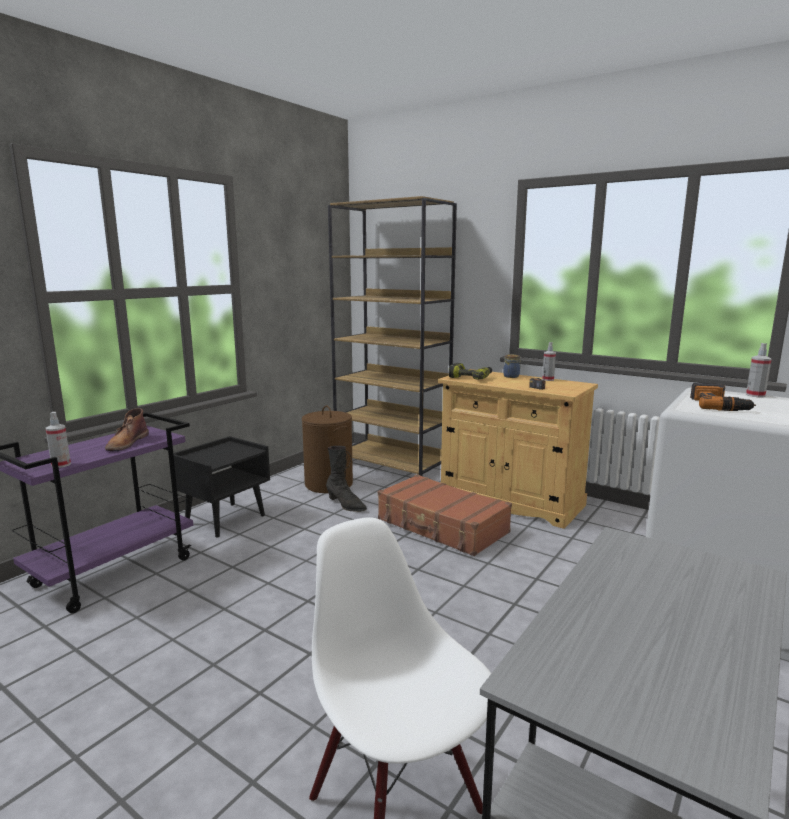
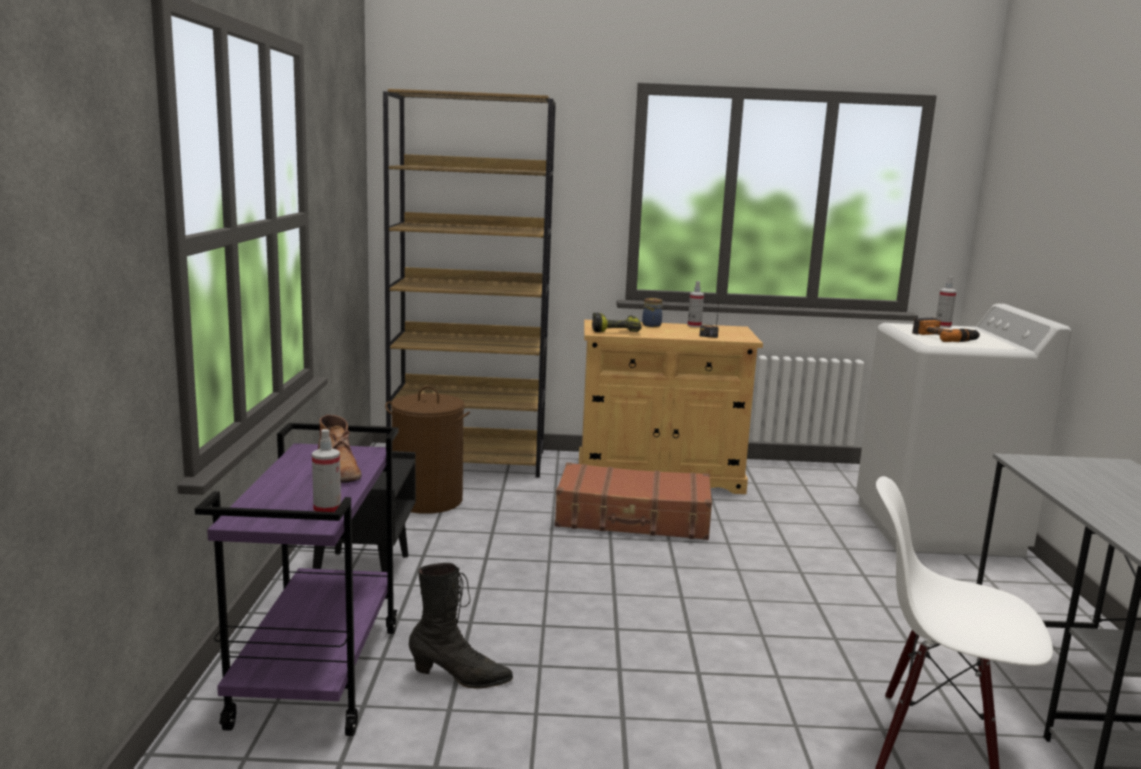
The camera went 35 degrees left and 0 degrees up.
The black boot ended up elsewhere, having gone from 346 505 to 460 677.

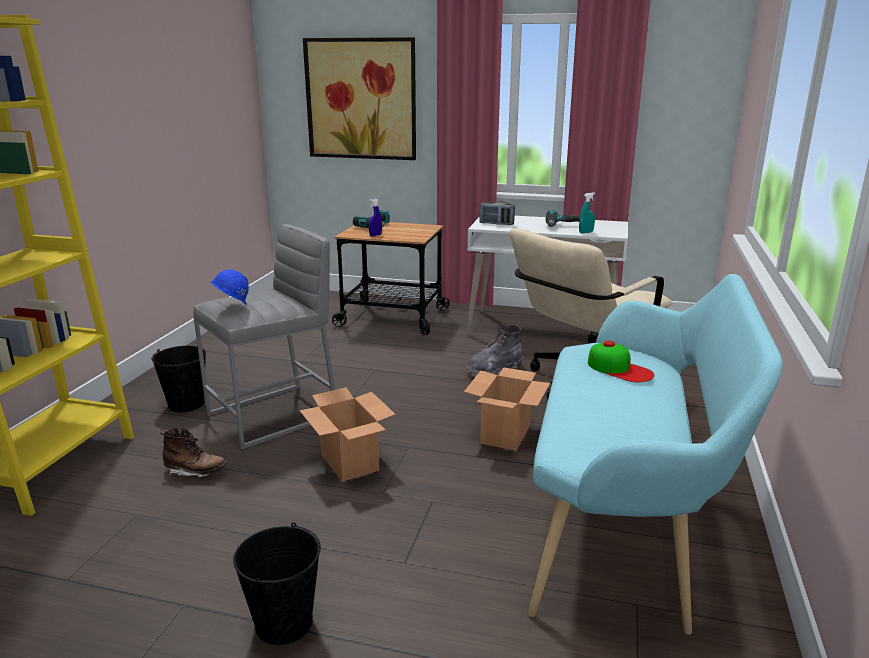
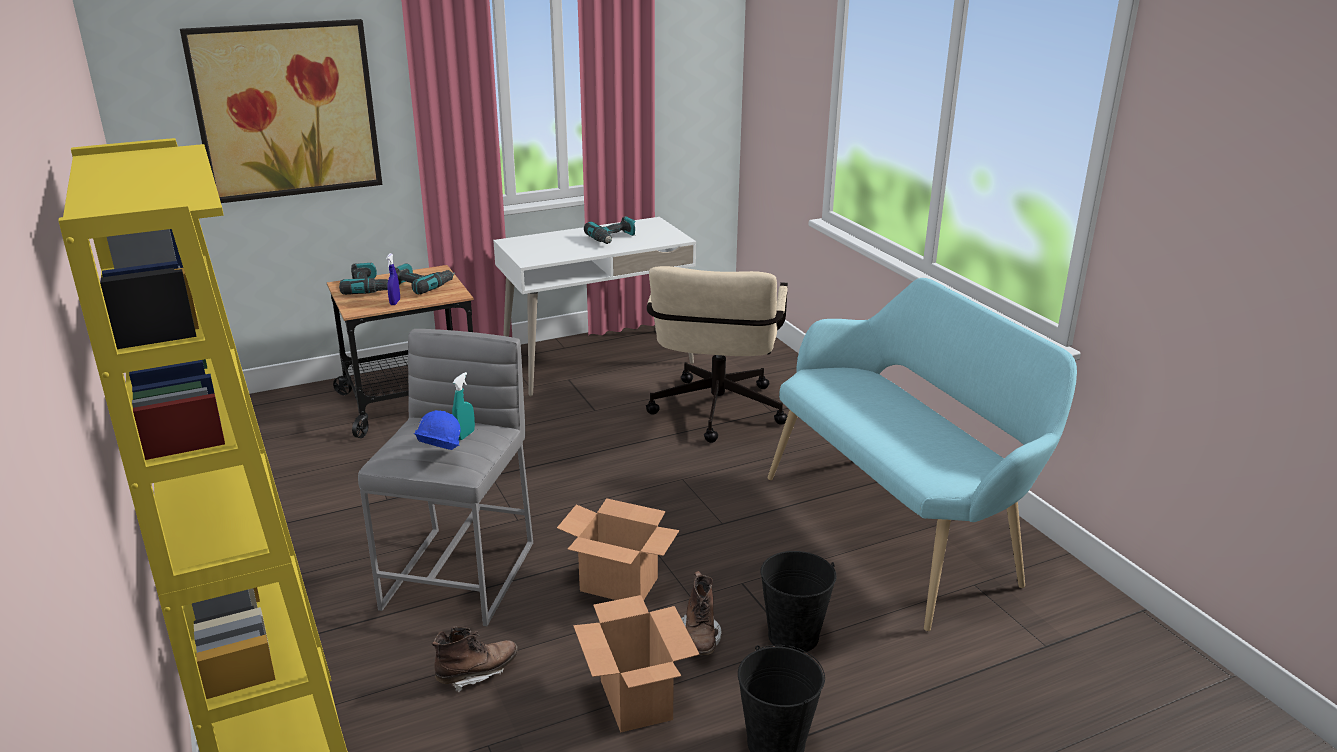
The camera went 40 degrees left and 5 degrees up.
The black bucket ended up elsewhere, having gone from 186 404 to 793 635.
The cardboard box ended up elsewhere, having gone from 505 434 to 635 699.
The second view lost the grey boot at 494 369.
The second view lost the radio at 496 224.
The turquoise spray bottle ended up elsewhere, having gone from 586 232 to 465 435.
The second view lost the cap at 620 369.
The second view gained the power drill at 422 285.
The second view gained the brown boot at 700 638.

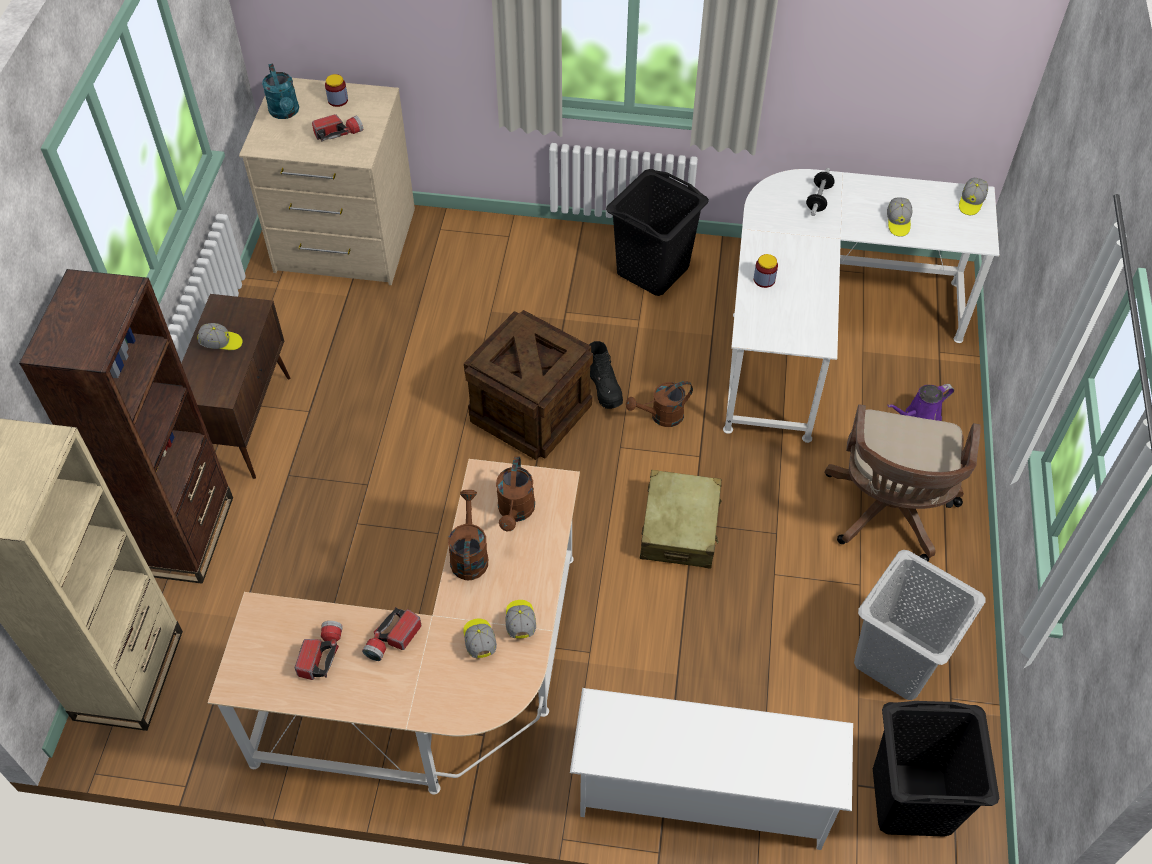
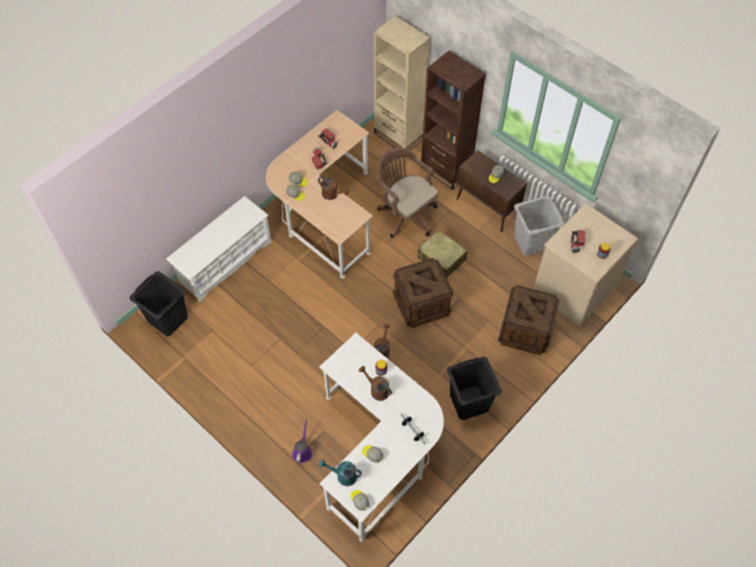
The camera went 125 degrees right and 5 degrees up.
The turquoise watering can ended up elsewhere, having gone from 285 112 to 343 476.
The brown watering can ended up elsewhere, having gone from 515 512 to 376 390.
The second view lost the black boot at 604 388.
The beige suitcase ended up elsewhere, having gone from 679 528 to 441 258.
The brown office chair ended up elsewhere, having gone from 888 513 to 405 214.
The grey laundry basket ended up elsewhere, having gone from 897 658 to 532 242.
The second view gained the crate at 525 331.

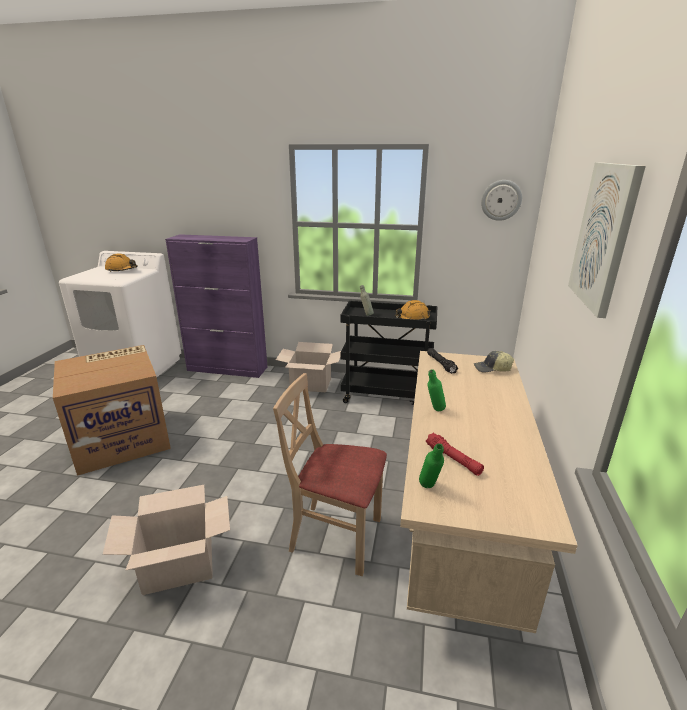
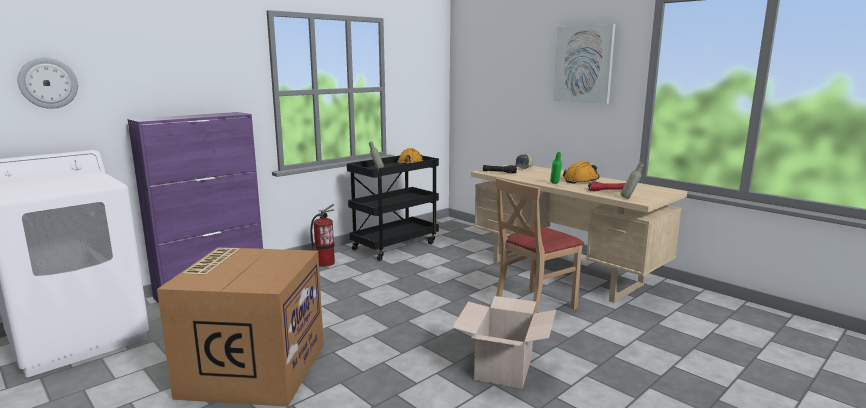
The camera went 55 degrees left and 10 degrees down.
The orange hard hat ended up elsewhere, having gone from 122 270 to 581 180.
Where the cardboard box stood at 311 384, the fire extinguisher came to stand at 324 263.
What was the green bottle at 429 489 turned into the grey bottle at 630 198.
The wall clock ended up elsewhere, having gone from 501 200 to 48 83.

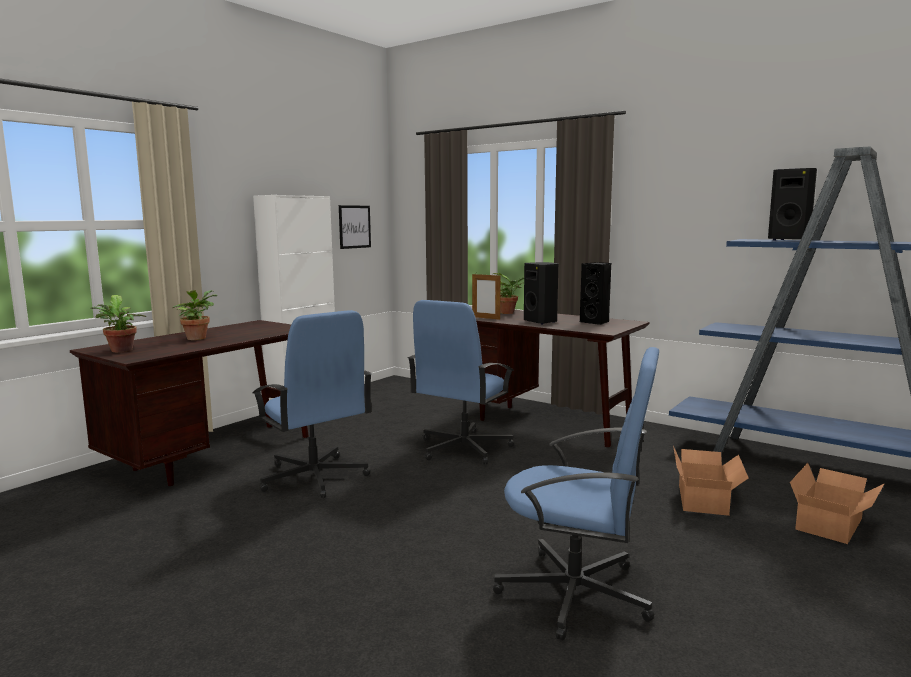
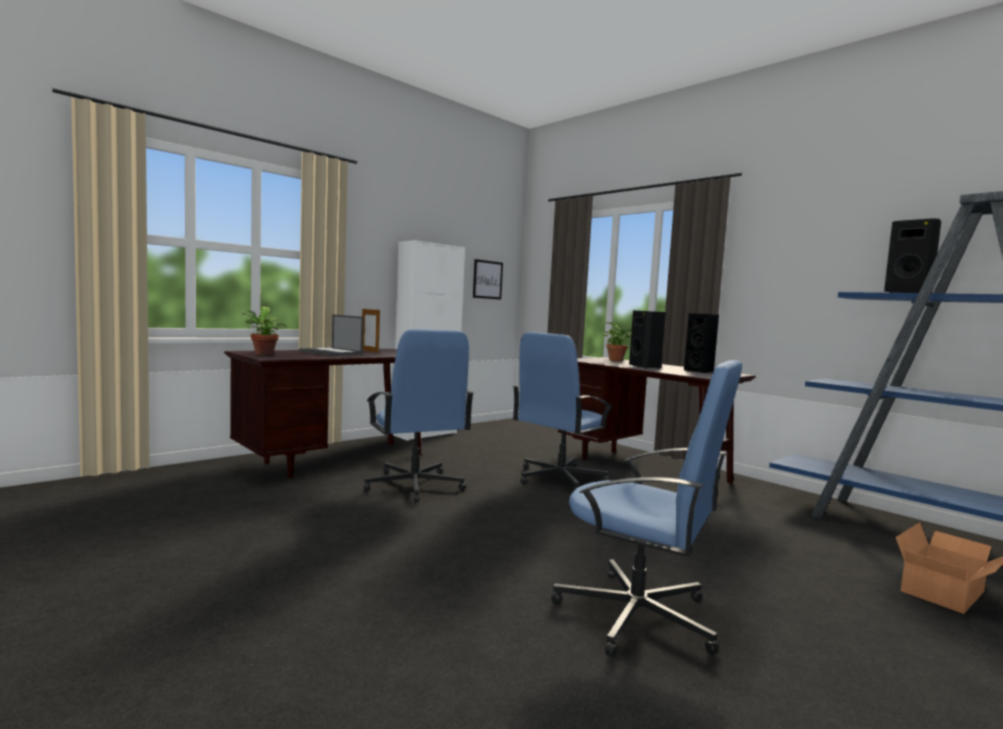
The camera went 10 degrees right and 5 degrees down.
Where the potted plant stood at 197 338, the laptop came to stand at 331 353.
The picture frame ended up elsewhere, having gone from 486 318 to 369 351.
The second view lost the cardboard box at 705 499.

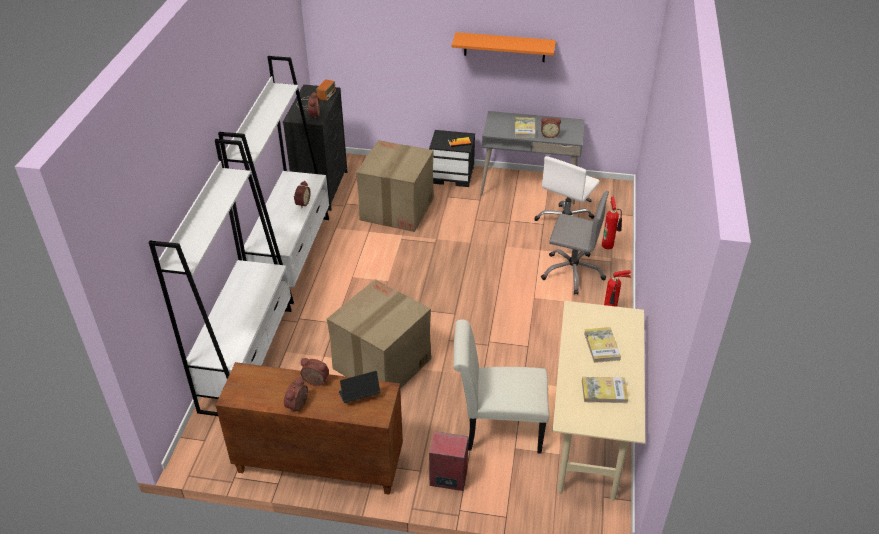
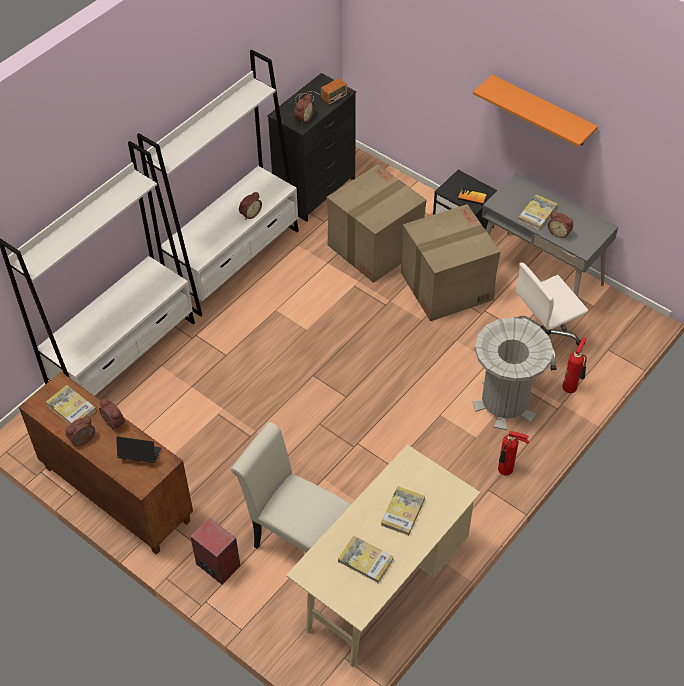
The camera went 30 degrees right and 10 degrees up.
The cardboard box ended up elsewhere, having gone from 381 364 to 446 286.
Where the grey office chair stood at 572 272, the grey trash can came to stand at 504 403.
The second view gained the book at 71 408.

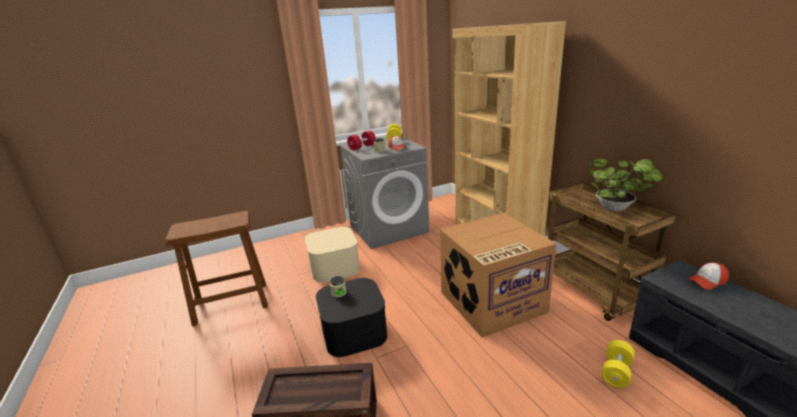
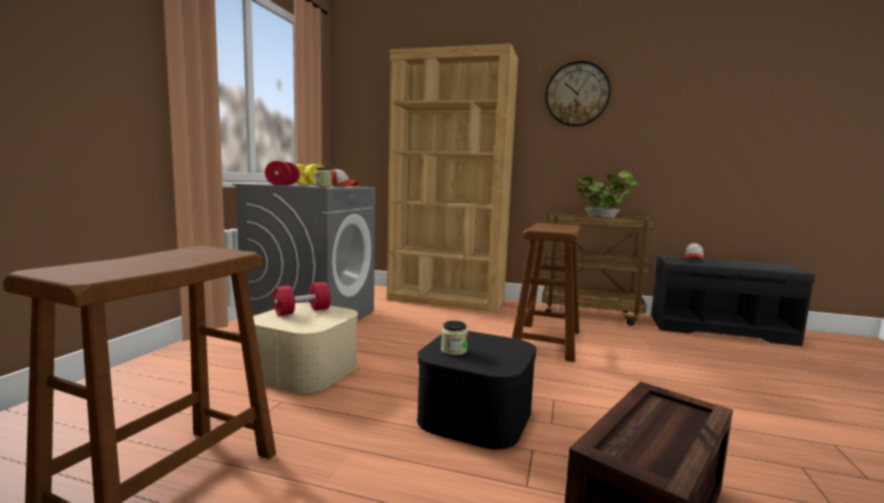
The camera went 50 degrees left and 15 degrees down.
Where the cardboard box stood at 492 303, the brown stool came to stand at 546 341.
The second view lost the yellow dumbbell at 616 372.
The second view gained the red dumbbell at 302 311.
The second view gained the wall clock at 577 94.

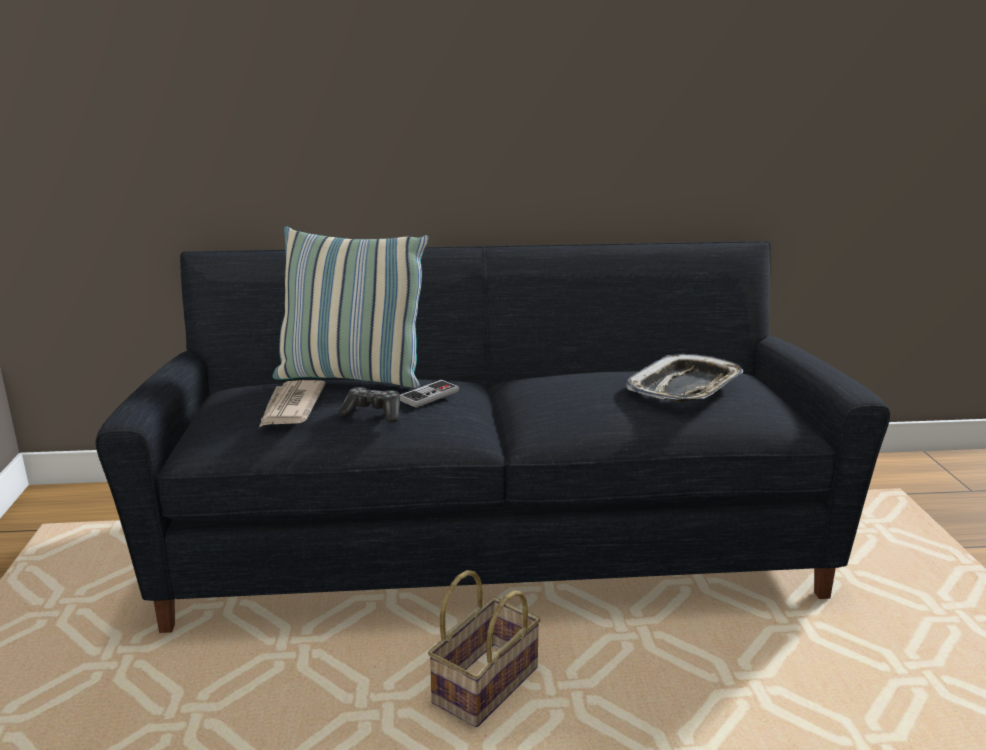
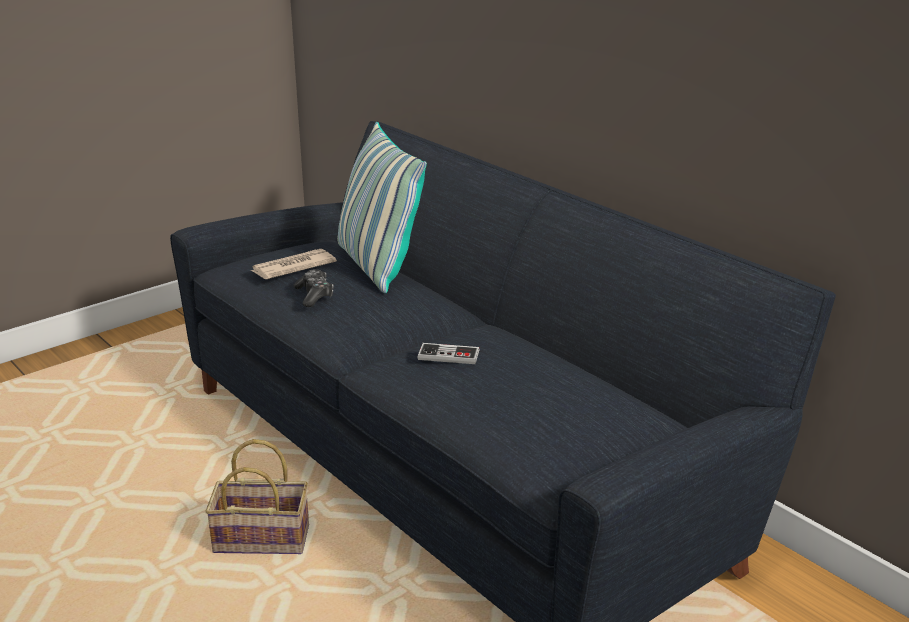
The camera went 55 degrees right and 5 degrees up.
The game controller ended up elsewhere, having gone from 429 395 to 448 356.
The second view lost the tray at 685 388.

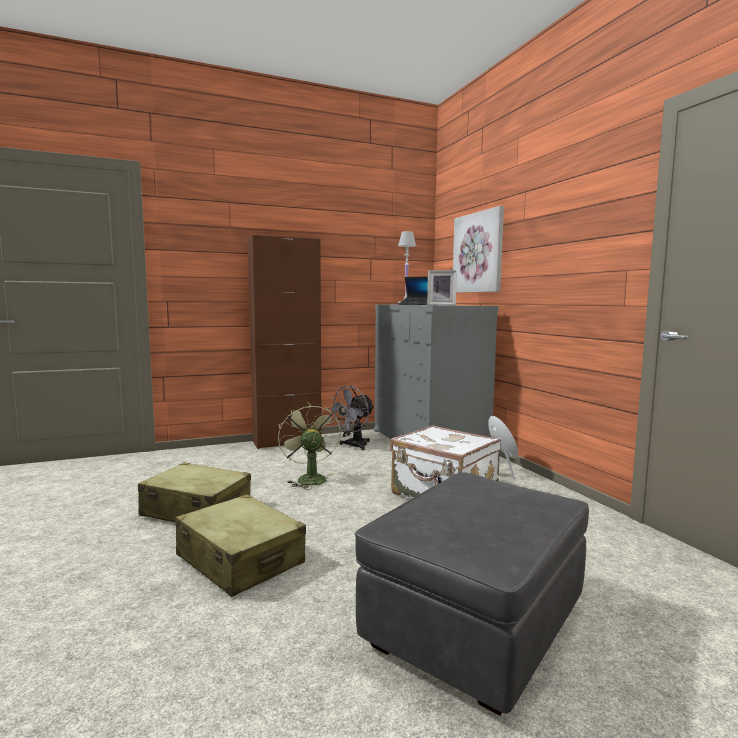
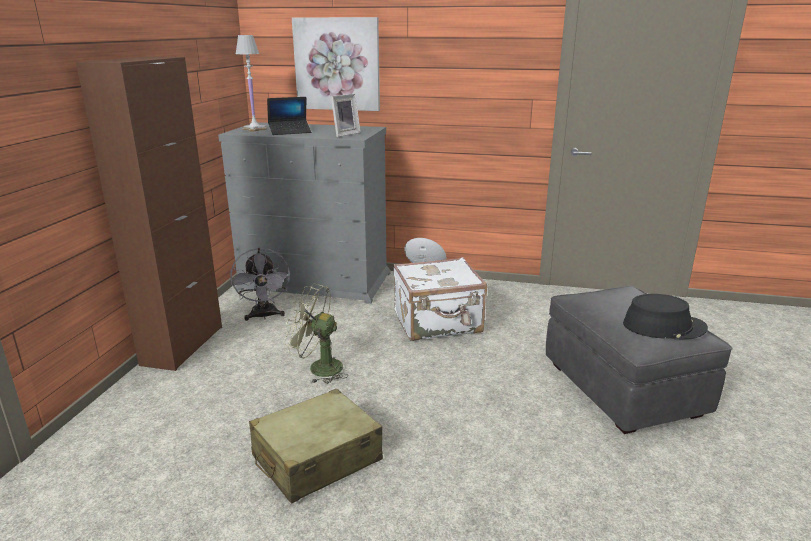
The camera went 55 degrees left and 15 degrees up.
The second view lost the beige suitcase at 240 560.
The second view gained the black hat at 664 326.

